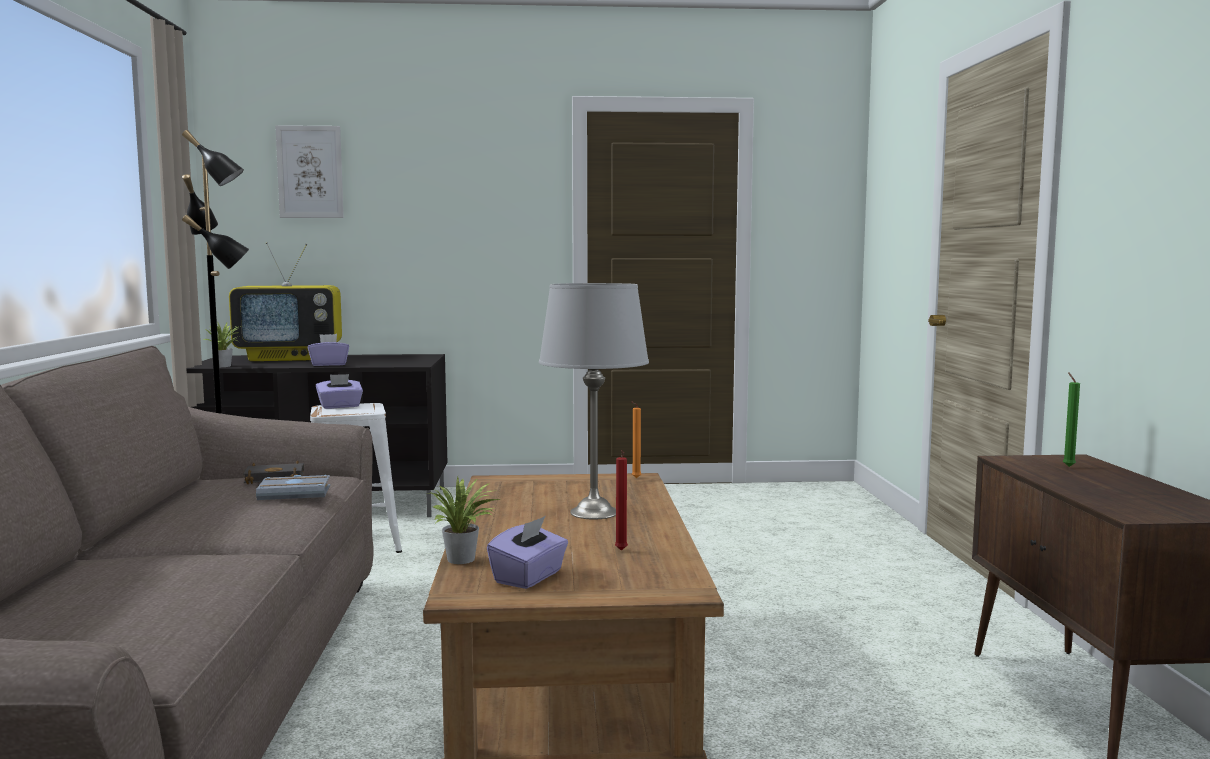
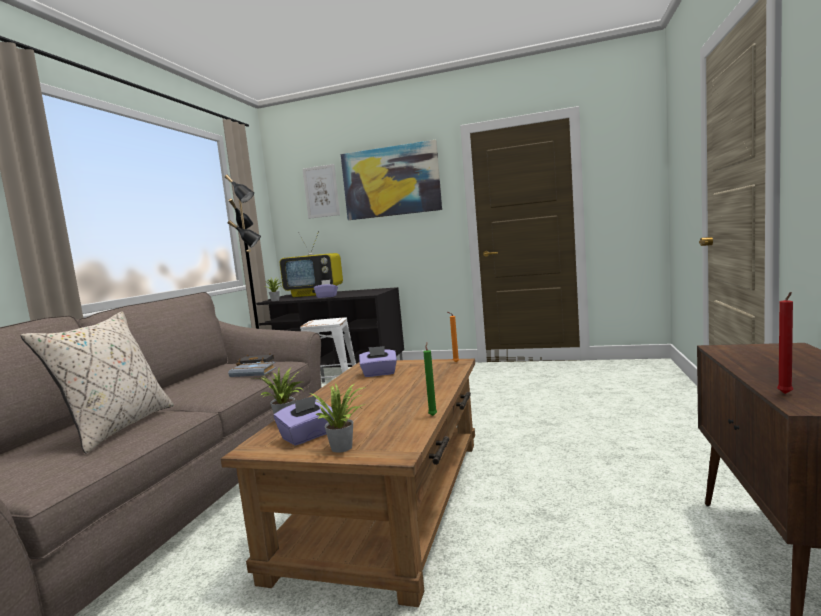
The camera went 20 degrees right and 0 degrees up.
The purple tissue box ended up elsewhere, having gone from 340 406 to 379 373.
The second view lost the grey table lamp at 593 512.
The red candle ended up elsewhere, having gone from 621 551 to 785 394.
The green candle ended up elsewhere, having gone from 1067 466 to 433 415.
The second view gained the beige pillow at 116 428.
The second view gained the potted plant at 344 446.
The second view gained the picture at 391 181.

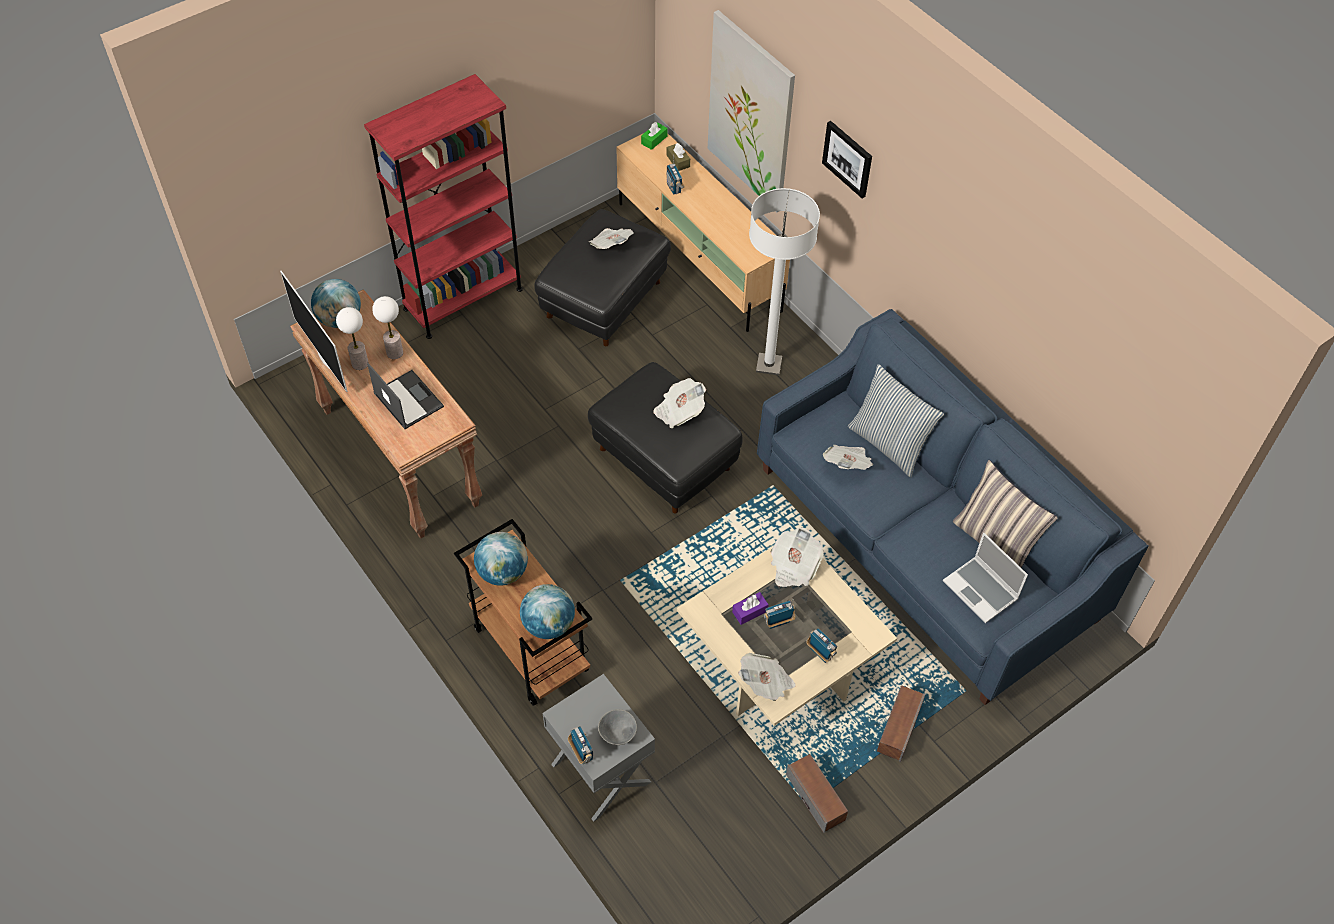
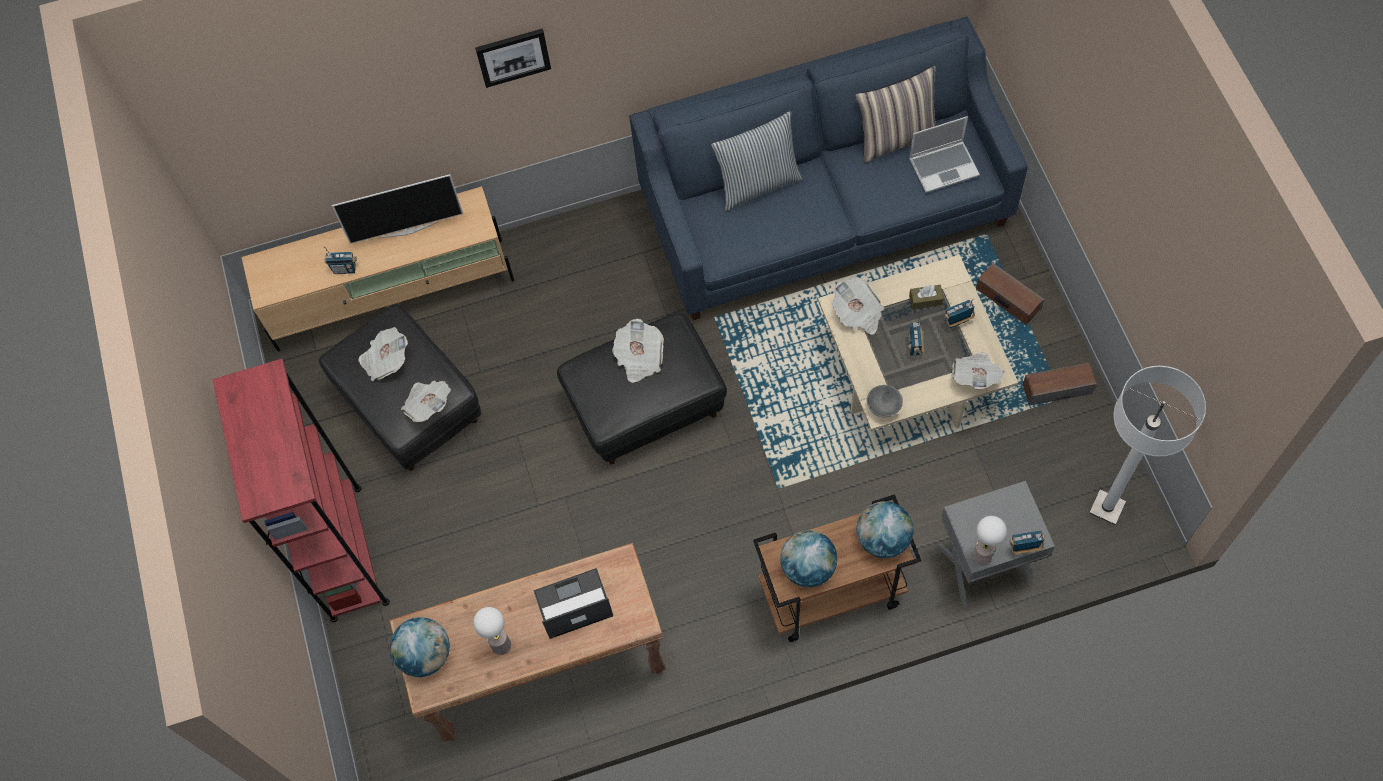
The camera went 65 degrees left and 10 degrees up.
The television ended up elsewhere, having gone from 326 358 to 407 229.
The table lamp ended up elsewhere, having gone from 395 353 to 982 556.
The grey bowl ended up elsewhere, having gone from 618 735 to 884 407.
The second view lost the green tissue box at 654 140.
The brown tissue box ended up elsewhere, having gone from 678 161 to 925 300.
The second view lost the picture at 750 113.
The second view lost the purple tissue box at 749 611.
The white floor lamp ended up elsewhere, having gone from 769 365 to 1107 508.
The newspaper ended up elsewhere, having gone from 847 465 to 428 405.

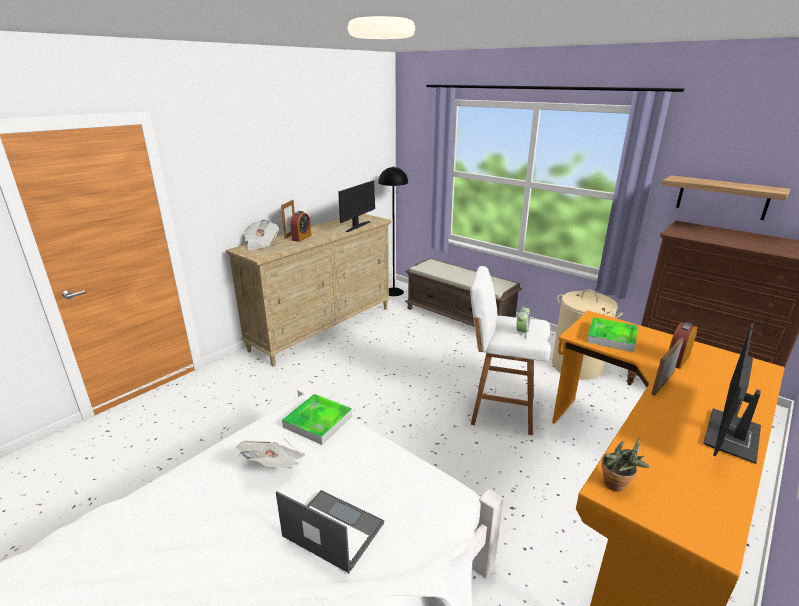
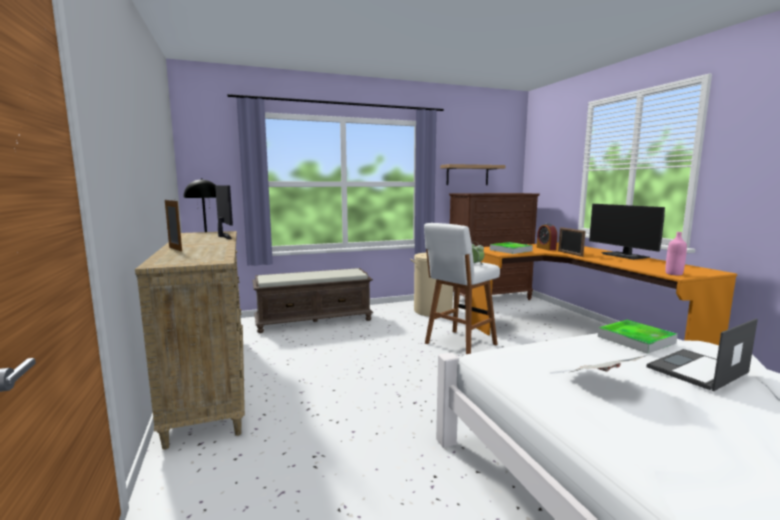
The camera went 60 degrees left and 15 degrees down.
The second view lost the newspaper at 261 244.
The tray ended up elsewhere, having gone from 318 421 to 636 340.
The second view lost the alarm clock at 301 238.
Where the potted plant stood at 617 486, the pink bottle came to stand at 673 274.

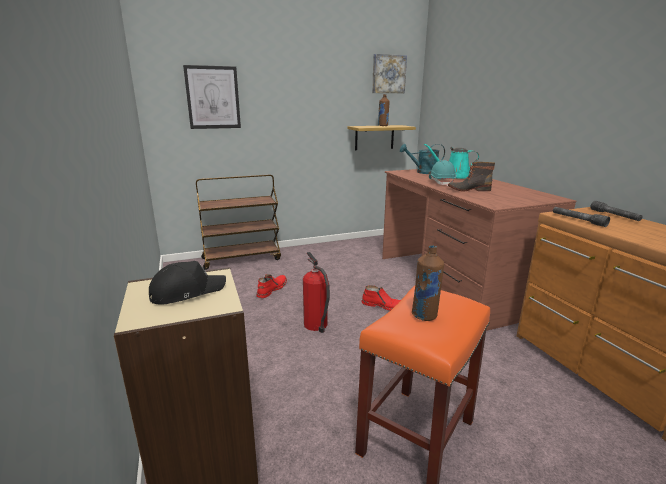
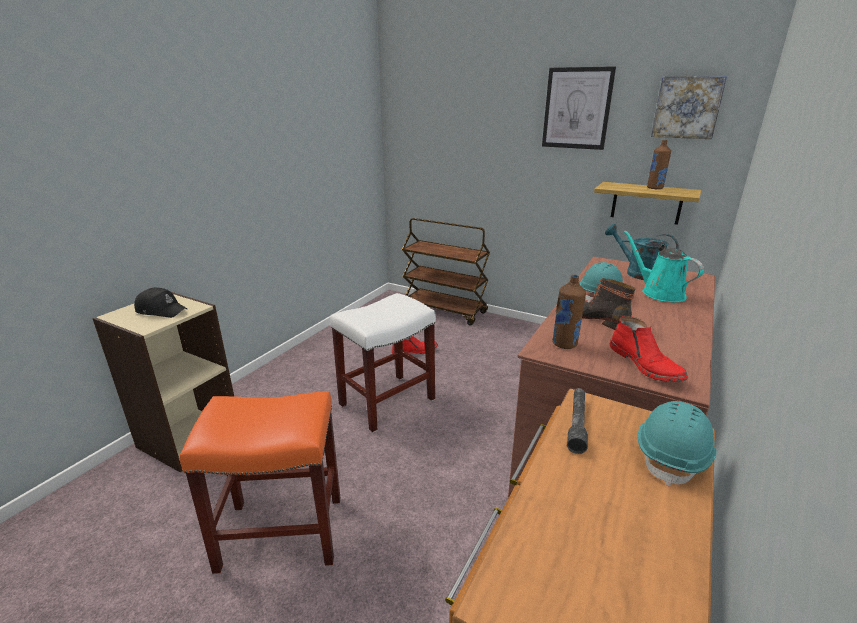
The camera went 50 degrees right and 5 degrees up.
The picture ended up elsewhere, having gone from 213 97 to 577 108.
Where the fire extinguisher stood at 317 325, the white stool came to stand at 387 401.
The red boot ended up elsewhere, having gone from 384 305 to 645 364.
The brown bottle ended up elsewhere, having gone from 424 315 to 564 344.
Where the grey flashlight stood at 614 216, the turquoise hard hat came to stand at 672 456.

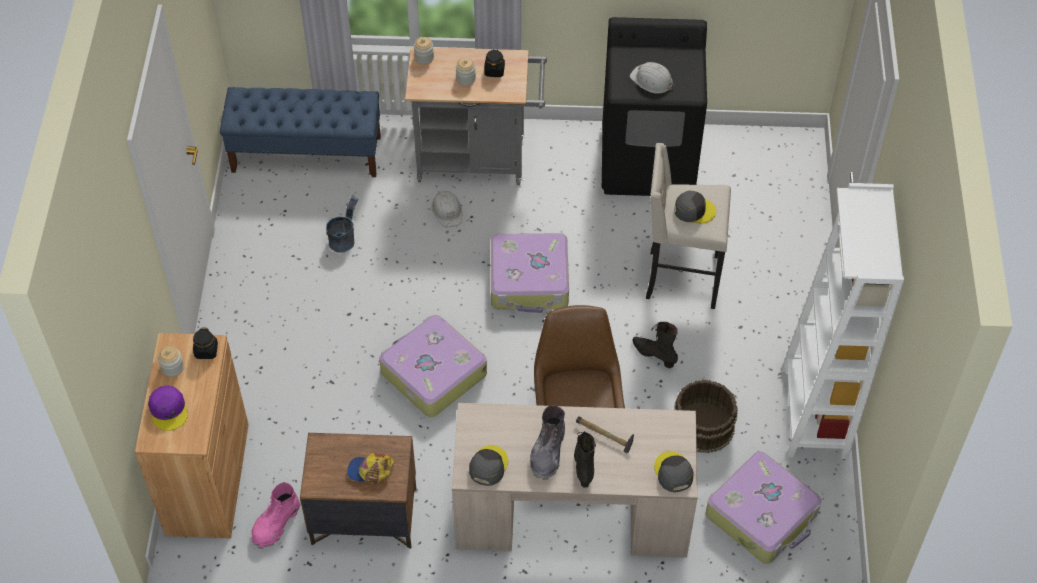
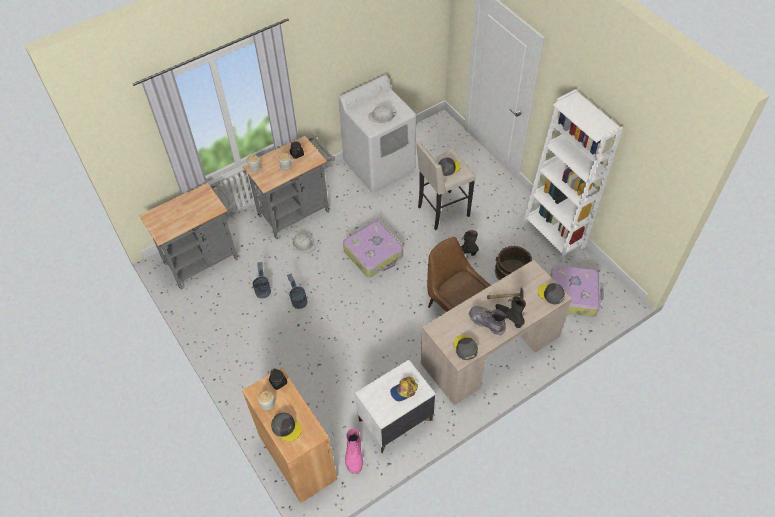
The camera went 35 degrees left and 0 degrees up.
What was the purple cap at 168 410 turned into the grey cap at 286 427.
Where the blue bench stood at 307 154, the grey cart came to stand at 205 258.
What was the brown nightstand at 363 516 turned into the white nightstand at 395 421.
The second view lost the suitcase at 432 373.
The grey boot at 547 452 ended up facing another way, 150 degrees clockwise from before.
What was the black washing machine at 648 161 turned into the white washing machine at 379 166.
The second view gained the grey bucket at 298 300.

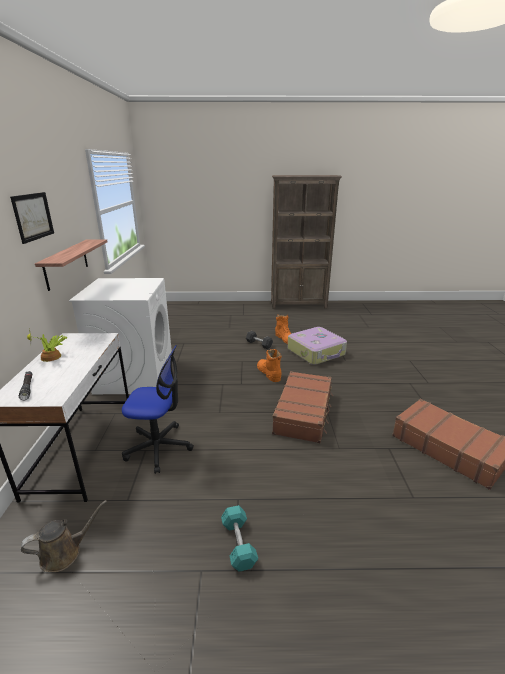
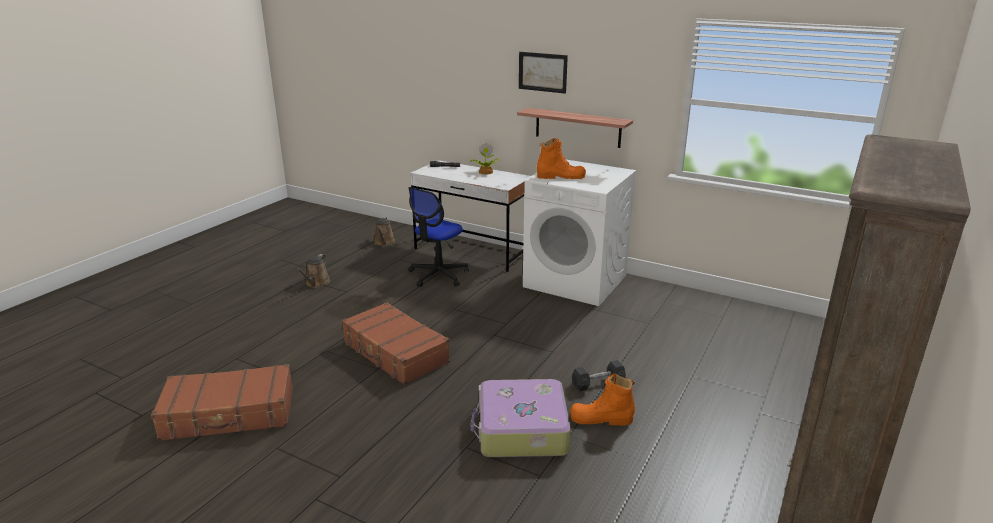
The camera went 120 degrees right and 0 degrees up.
Where the turquoise dumbbell stood at 238 544, the brown watering can came to stand at 316 283.
The orange boot ended up elsewhere, having gone from 268 373 to 561 177.

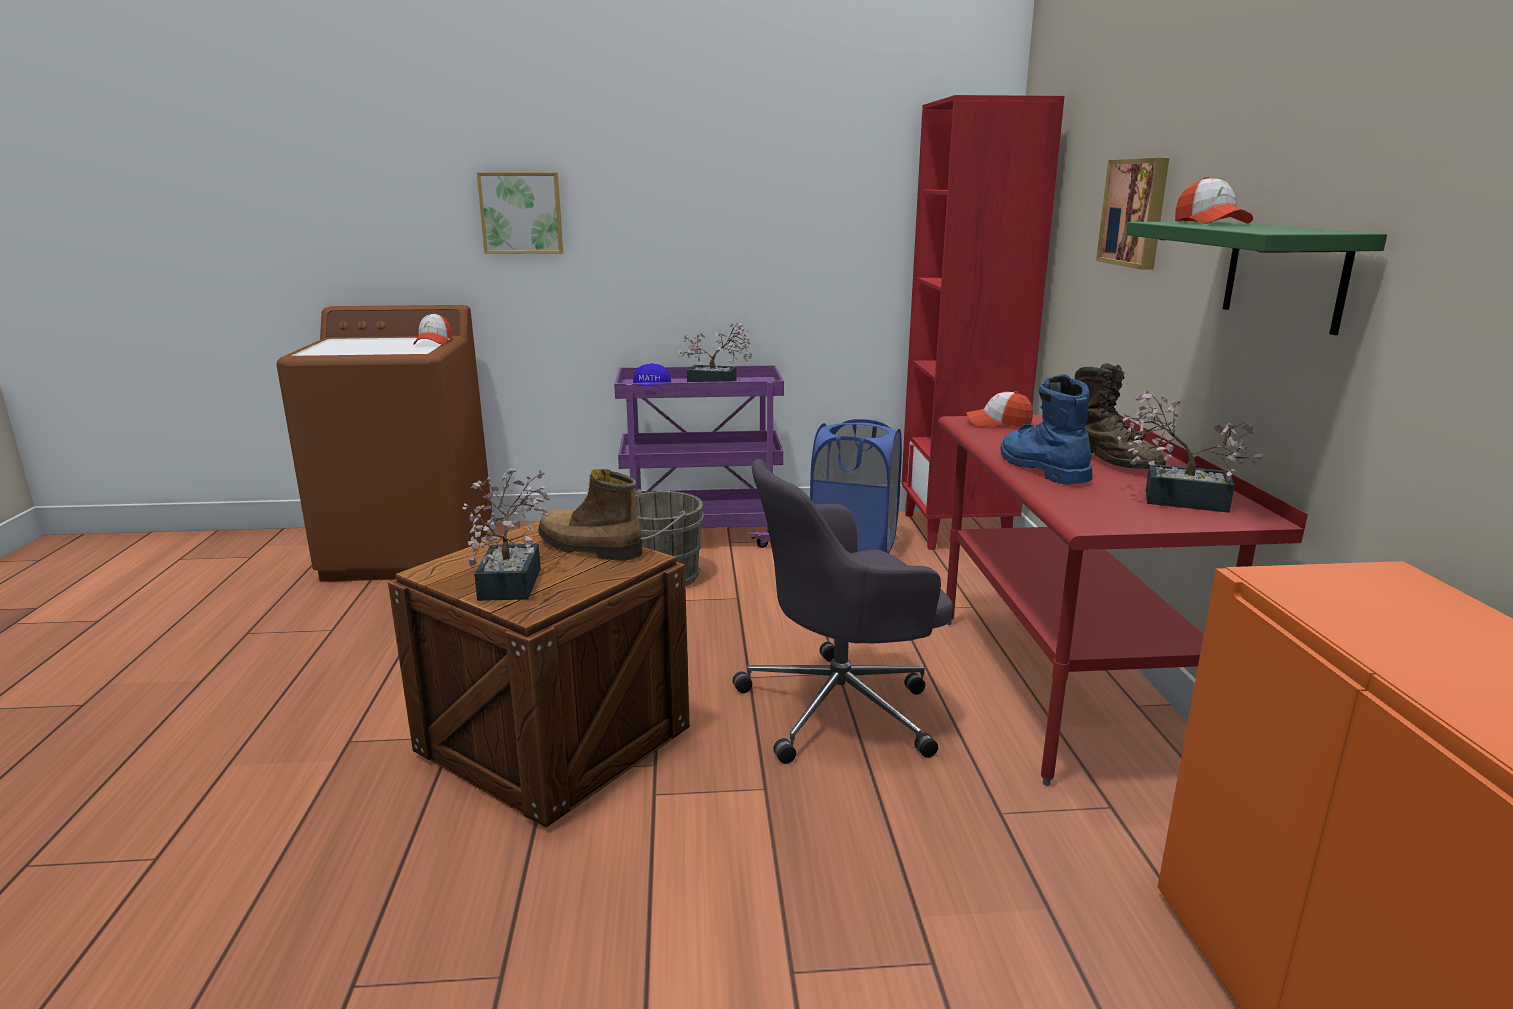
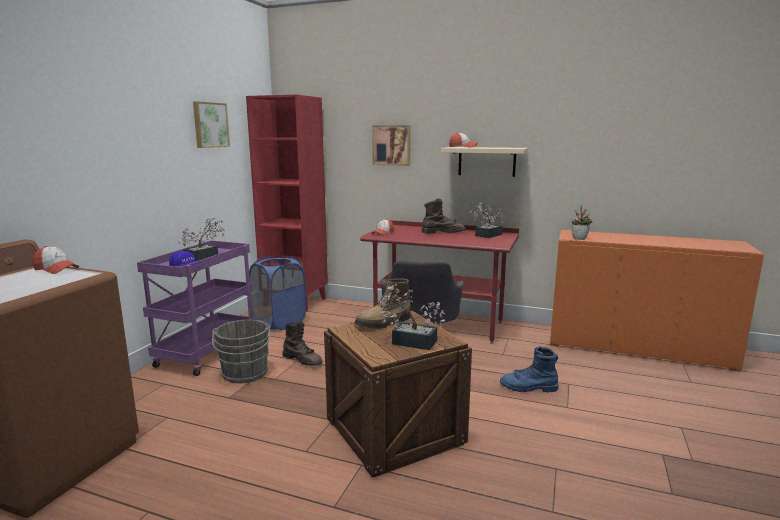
The camera went 65 degrees left and 5 degrees down.
The picture ended up elsewhere, having gone from 521 213 to 210 125.
The blue boot ended up elsewhere, having gone from 1041 468 to 528 388.
What was the green shelf at 1284 274 turned into the beige shelf at 486 161.
The second view gained the brown boot at 303 360.
The second view gained the potted plant at 580 239.

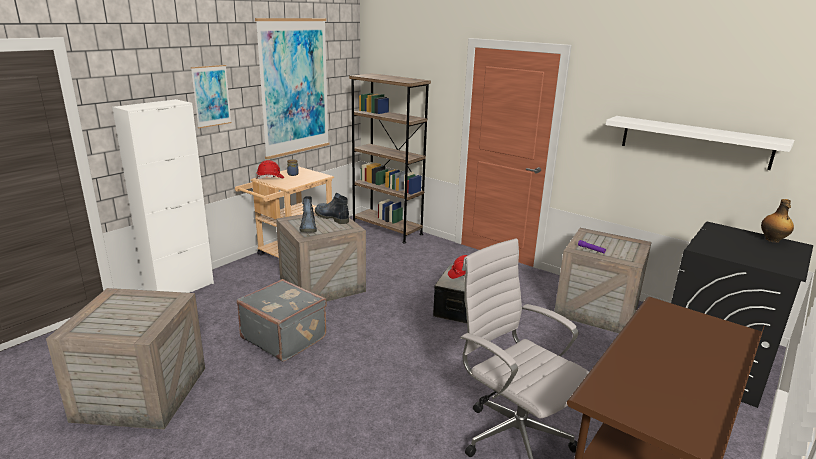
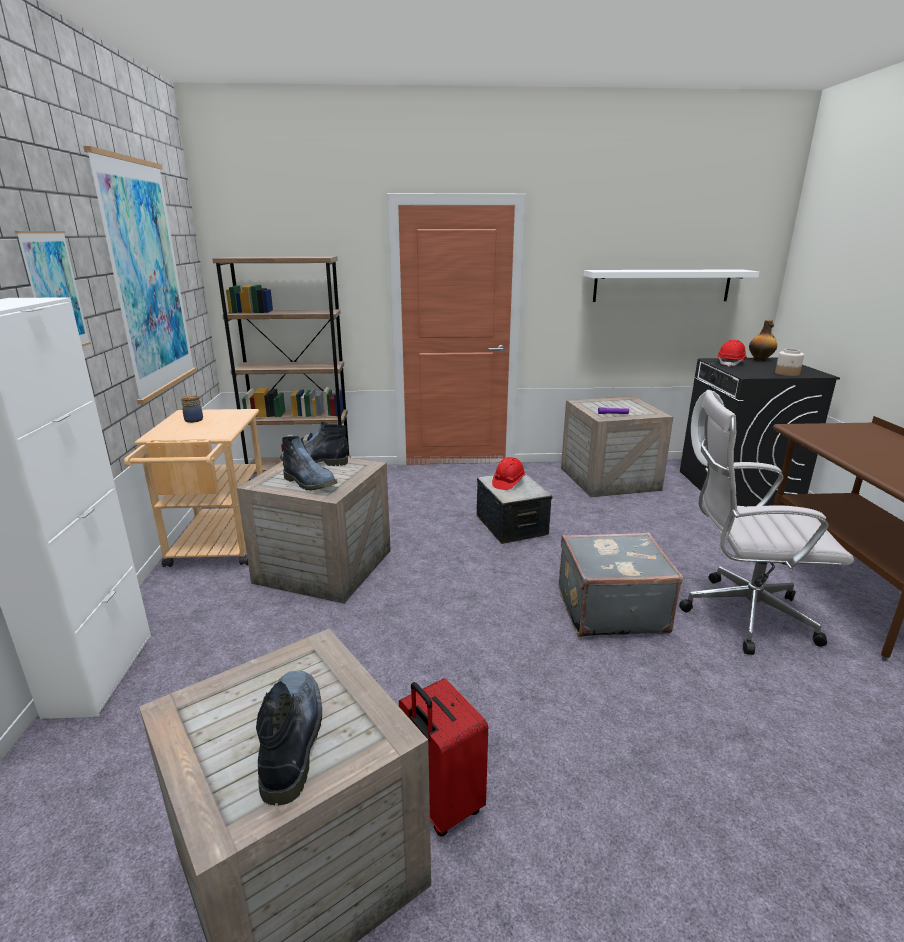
The camera went 40 degrees left and 0 degrees up.
The grey suitcase ended up elsewhere, having gone from 284 337 to 609 610.
The red hard hat ended up elsewhere, having gone from 270 178 to 730 363.
The second view gained the boot at 291 738.
The second view gained the red suitcase at 440 803.
The second view gained the jar at 787 374.

